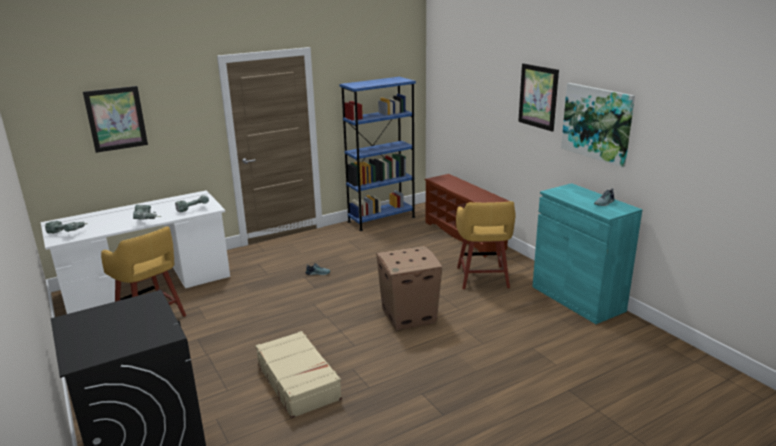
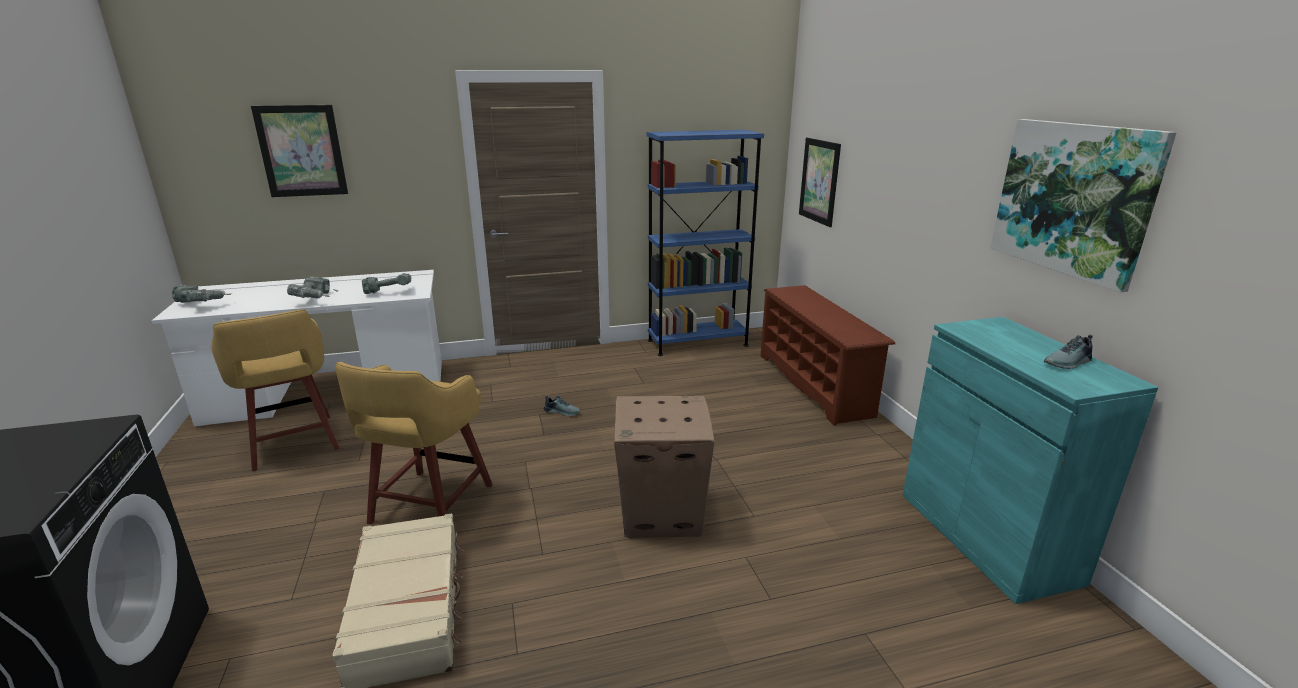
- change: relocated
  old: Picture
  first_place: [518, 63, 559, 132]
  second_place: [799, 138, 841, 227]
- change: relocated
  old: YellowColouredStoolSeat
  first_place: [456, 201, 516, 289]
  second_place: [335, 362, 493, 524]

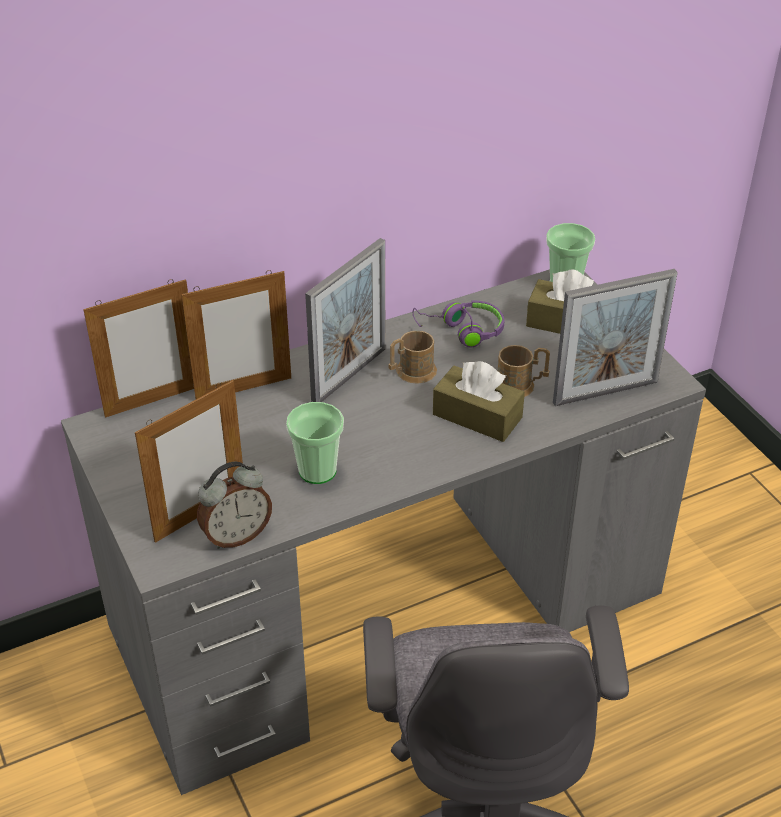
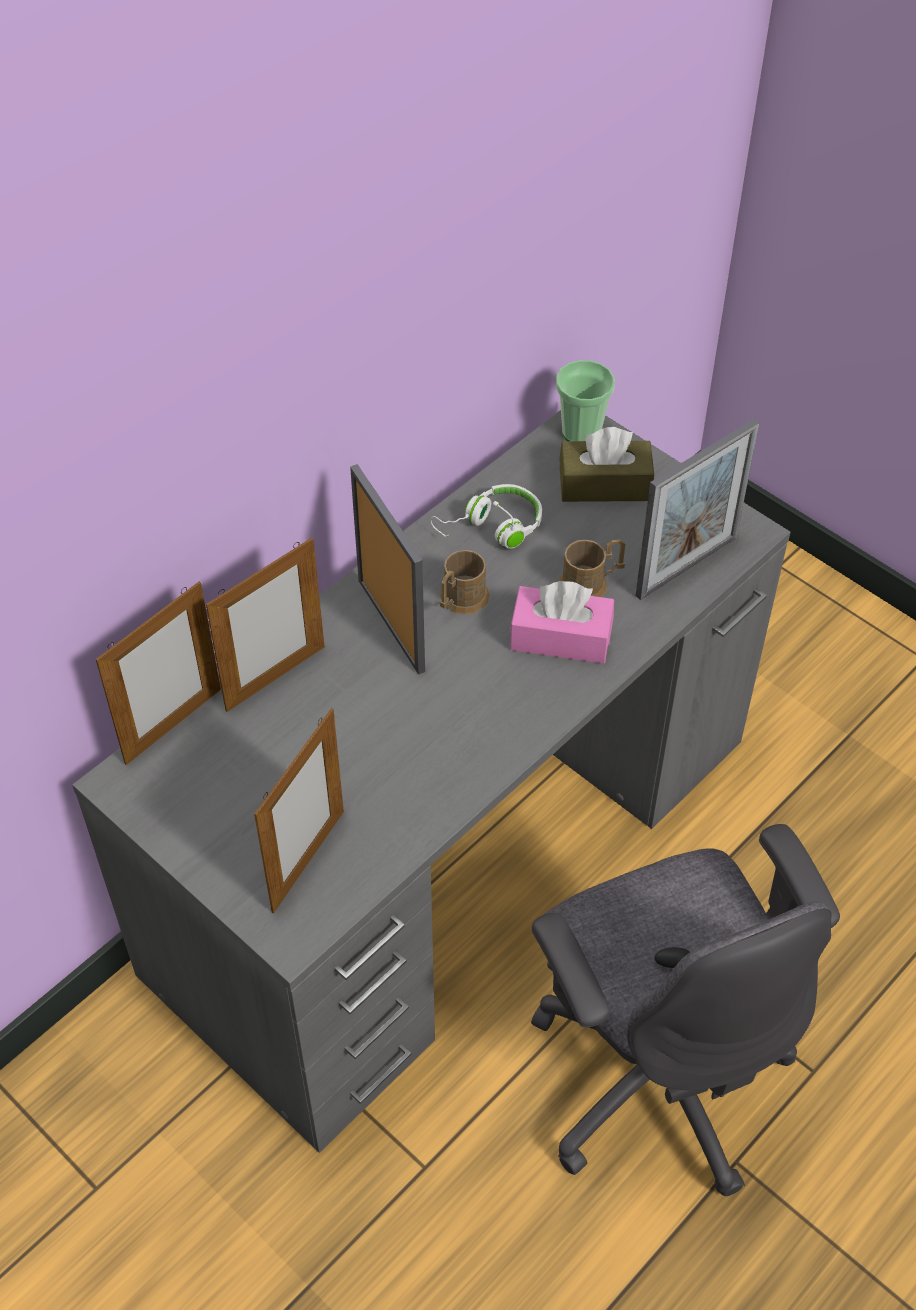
- change: spun
  old: PhotoFrame
  first_place: [305, 238, 386, 402]
  second_place: [350, 464, 425, 675]
  degrees: -45
- change: colour
  old: PurplishHeadphones
  new: WhitishHeadphones
  first_place: [413, 300, 505, 348]
  second_place: [430, 484, 542, 549]
- change: colour
  old: BrownBoxOfTissues
  new: PinkColouredBoxOfTissues
  first_place: [433, 361, 525, 442]
  second_place: [510, 581, 614, 664]
- change: missing
  old: Cup
  first_place: [286, 402, 344, 484]
- change: missing
  old: BedsideClock
  first_place: [197, 462, 272, 549]

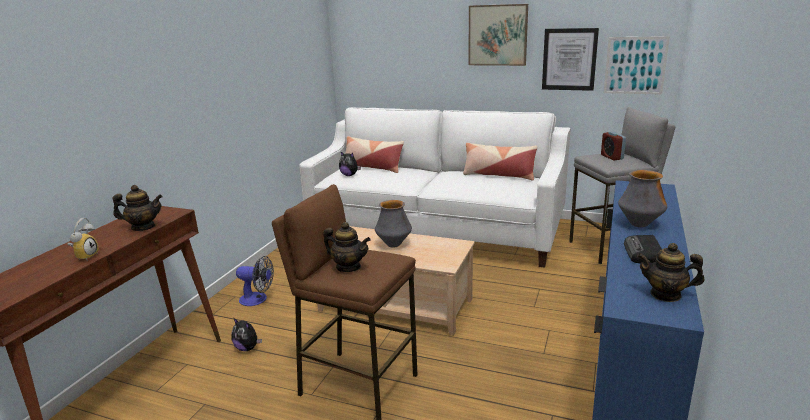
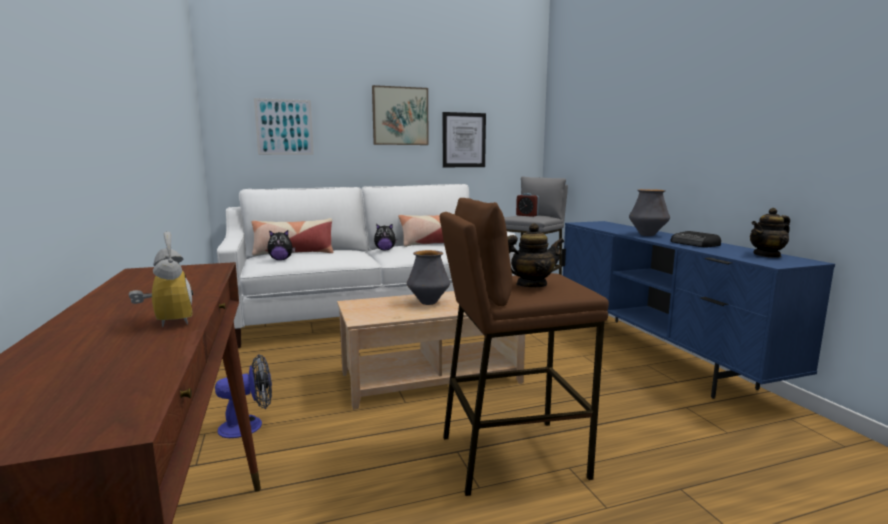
- change: relocated
  old: Picture
  first_place: [604, 36, 670, 95]
  second_place: [254, 98, 314, 155]
- change: missing
  old: TeaPot
  first_place: [112, 185, 163, 231]
- change: relocated
  old: PlushToy
  first_place: [231, 318, 262, 351]
  second_place: [374, 223, 397, 250]

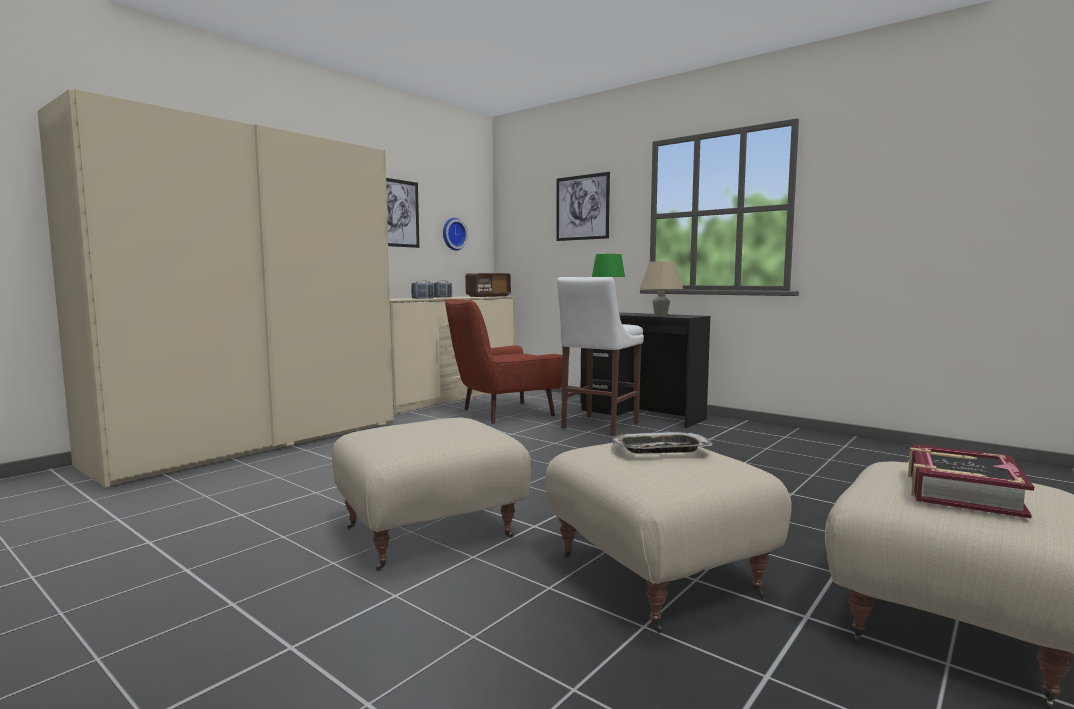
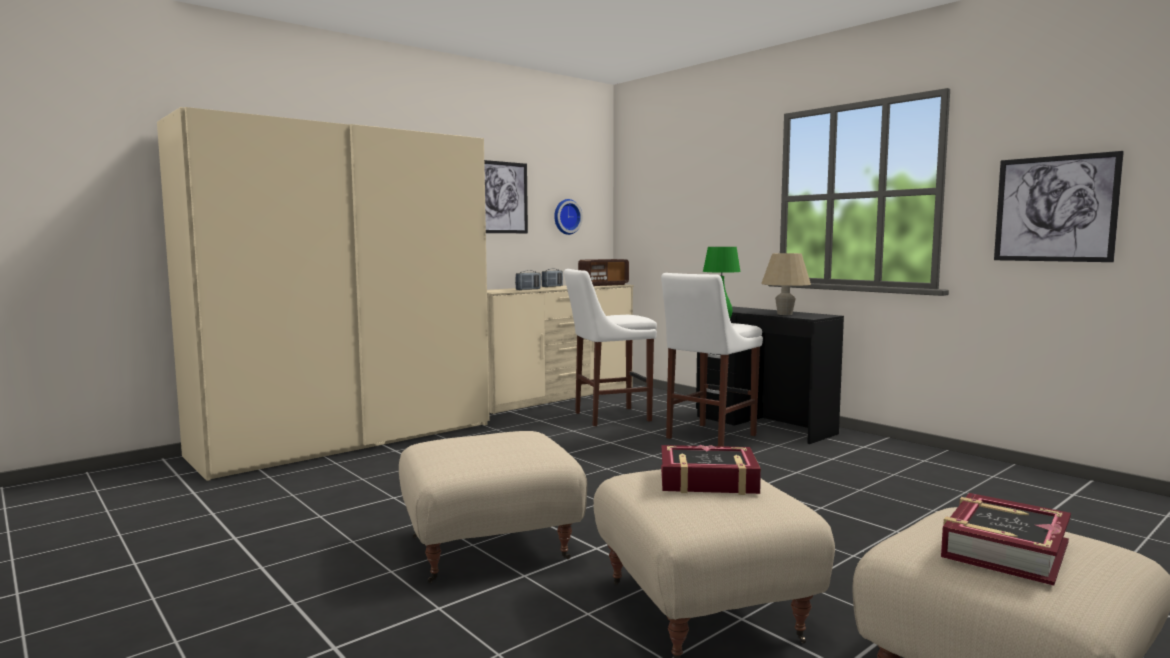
- change: relocated
  old: Picture
  first_place: [556, 172, 610, 241]
  second_place: [994, 151, 1124, 262]
- change: exchanged
  old: ReddishArmchair
  new: WhitishStoolSeat
  first_place: [445, 299, 562, 424]
  second_place: [564, 269, 657, 426]
- change: exchanged
  old: Tray
  new: BoundBook
  first_place: [612, 432, 713, 453]
  second_place: [661, 445, 761, 495]

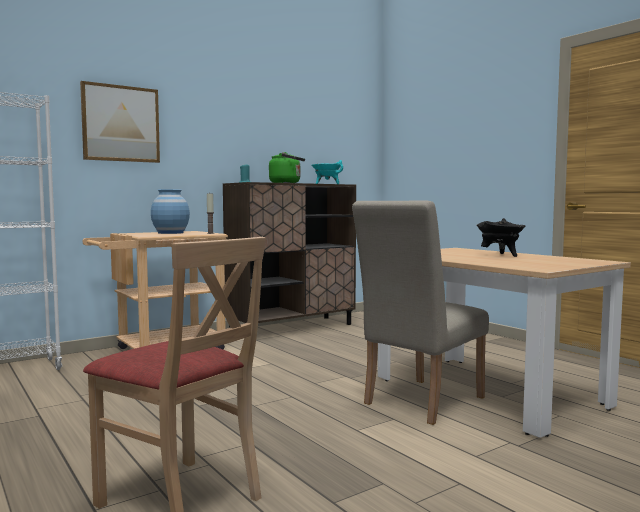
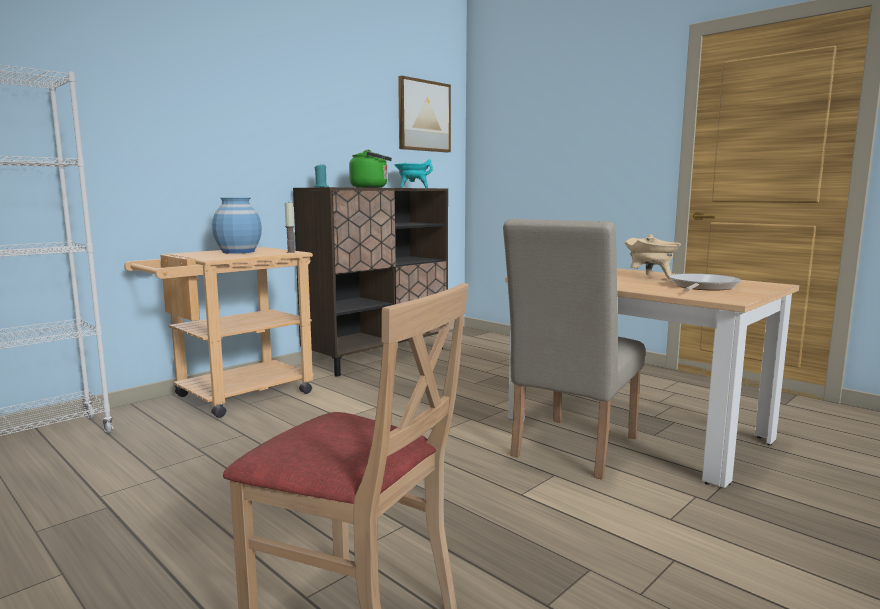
- change: relocated
  old: Picture
  first_place: [80, 81, 160, 163]
  second_place: [398, 76, 451, 152]
- change: colour
  old: BlackCookingPot
  new: BeigeColouredCookingPot
  first_place: [476, 218, 525, 257]
  second_place: [624, 234, 681, 279]
- change: appeared
  new: FryingPan
  second_place: [669, 273, 741, 291]

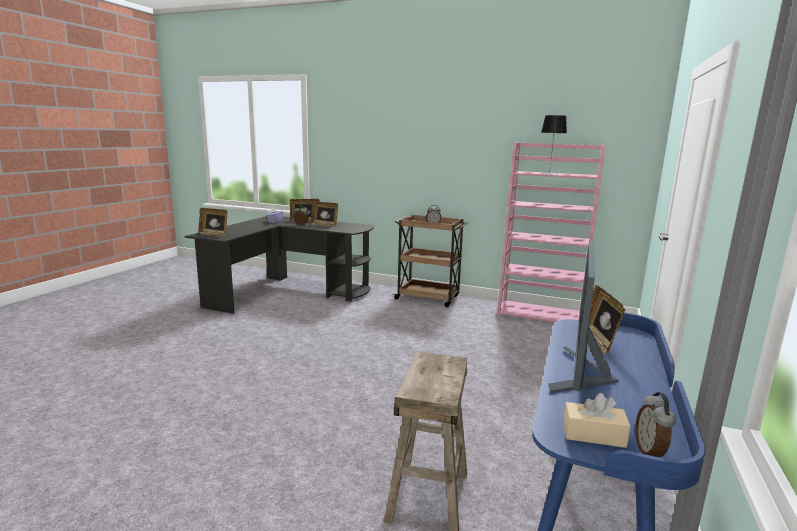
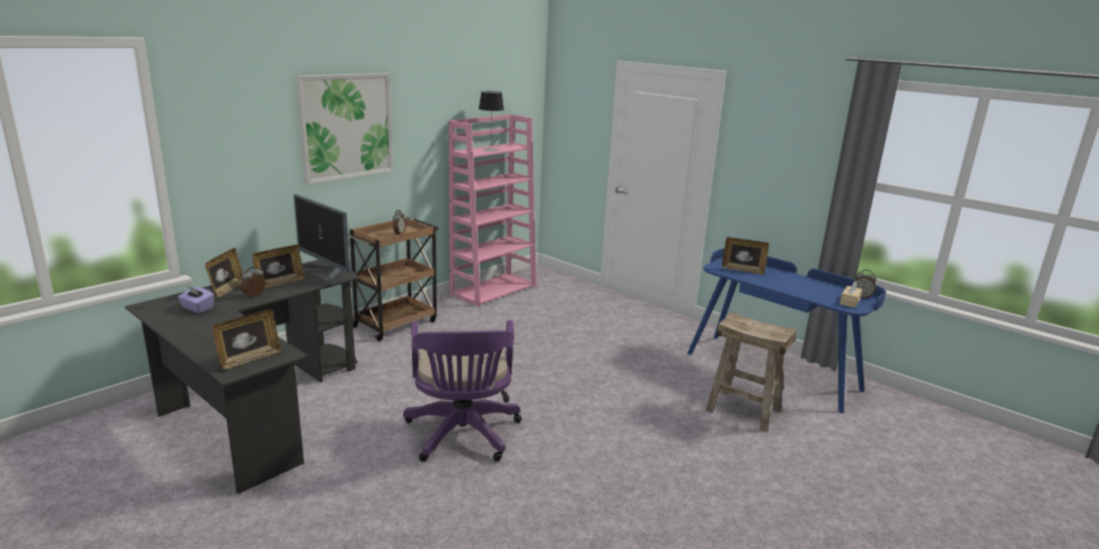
- change: relocated
  old: ComputerDisplay
  first_place: [548, 240, 618, 393]
  second_place: [294, 194, 350, 283]
- change: appeared
  new: Picture
  second_place: [296, 73, 394, 185]
- change: appeared
  new: PurplishComputerChair
  second_place: [403, 320, 522, 462]

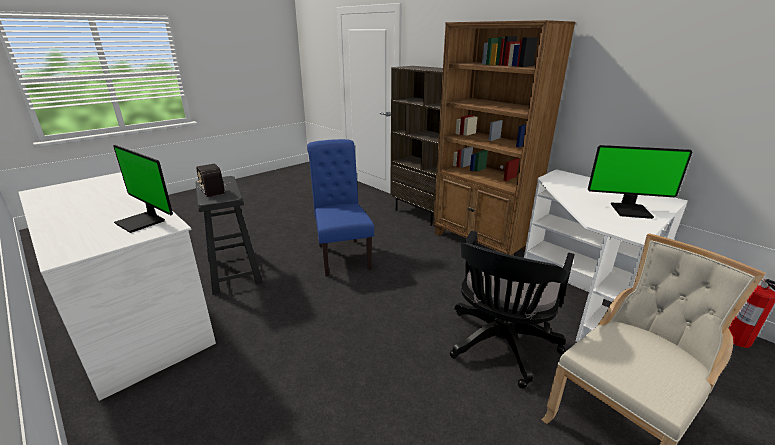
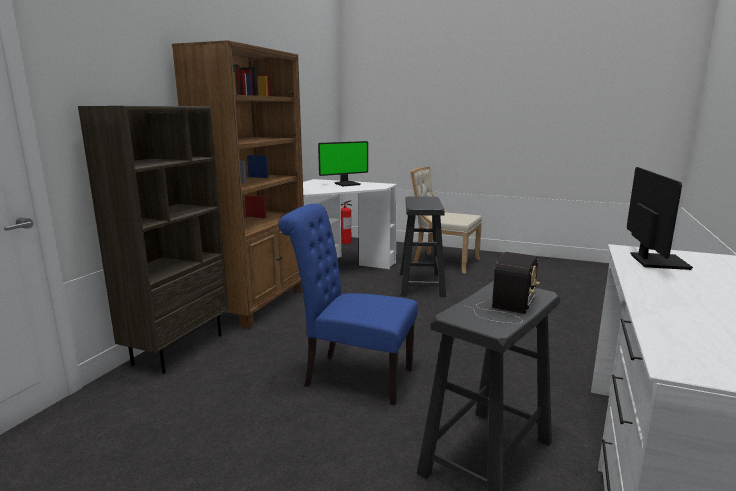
- change: spun
  old: BlueColouredChair
  first_place: [307, 139, 374, 277]
  second_place: [278, 204, 418, 405]
  degrees: 60
- change: spun
  old: ComputerDisplay
  first_place: [588, 145, 692, 219]
  second_place: [318, 141, 368, 186]
  degrees: 75
- change: exchanged
  old: BlackComputerChair
  new: BlackStoolSeat
  first_place: [450, 231, 575, 389]
  second_place: [400, 196, 446, 297]

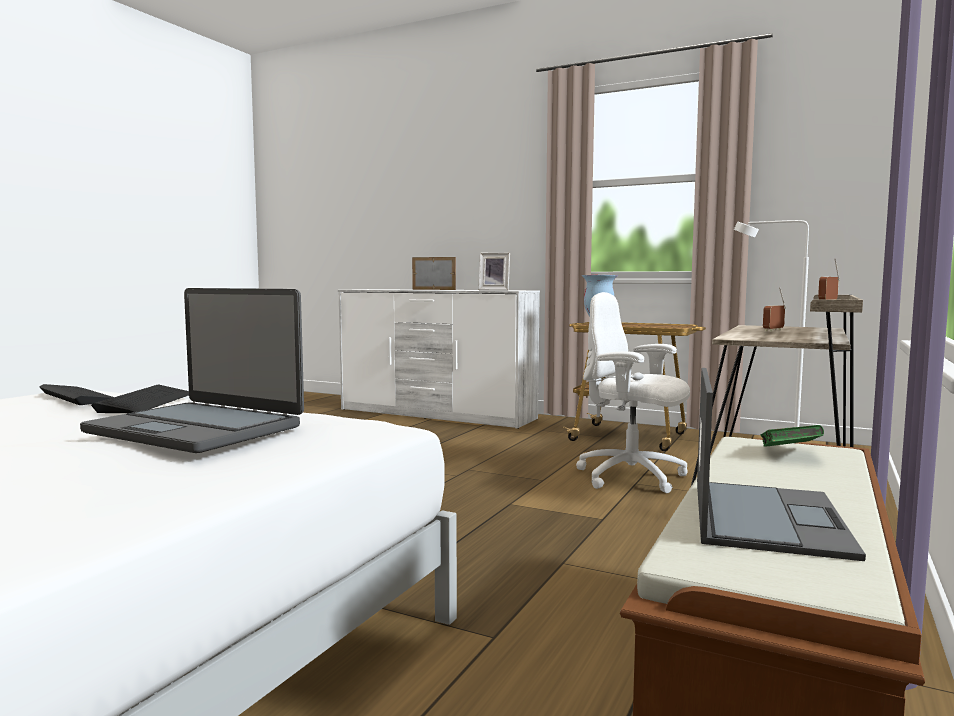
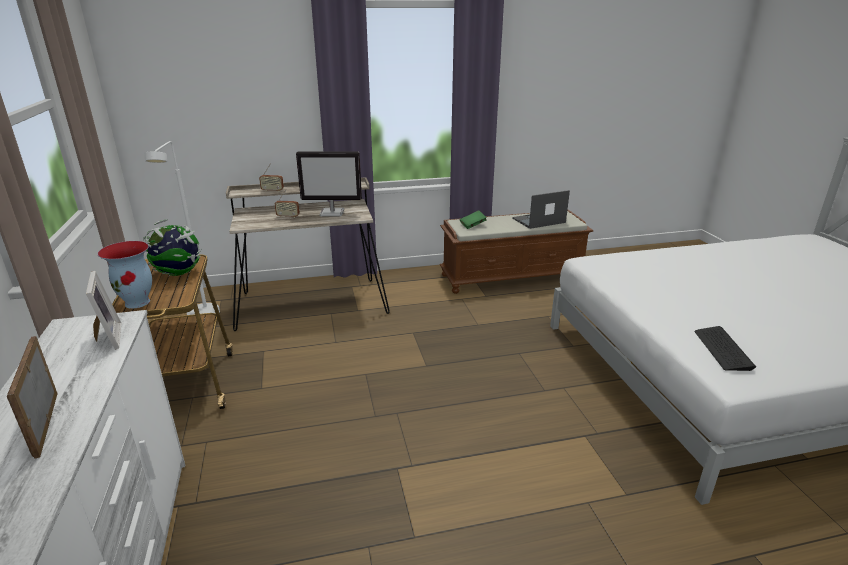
- change: missing
  old: Laptop
  first_place: [80, 288, 304, 453]
- change: missing
  old: WhitishComputerChair
  first_place: [576, 292, 690, 493]
- change: missing
  old: ComputerKeyboard
  first_place: [91, 385, 189, 413]
- change: appeared
  new: ComputerDisplay
  second_place: [296, 151, 362, 217]
- change: appeared
  new: DeskGlobe
  second_place: [143, 219, 202, 276]

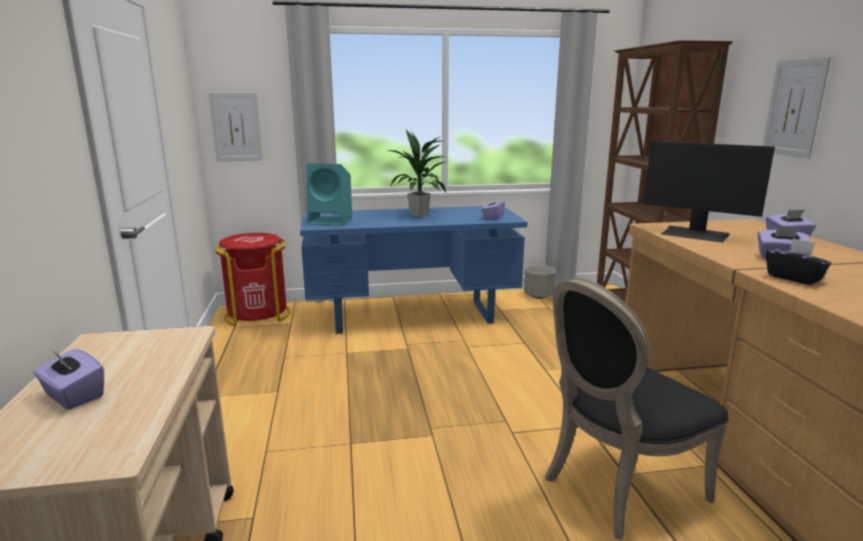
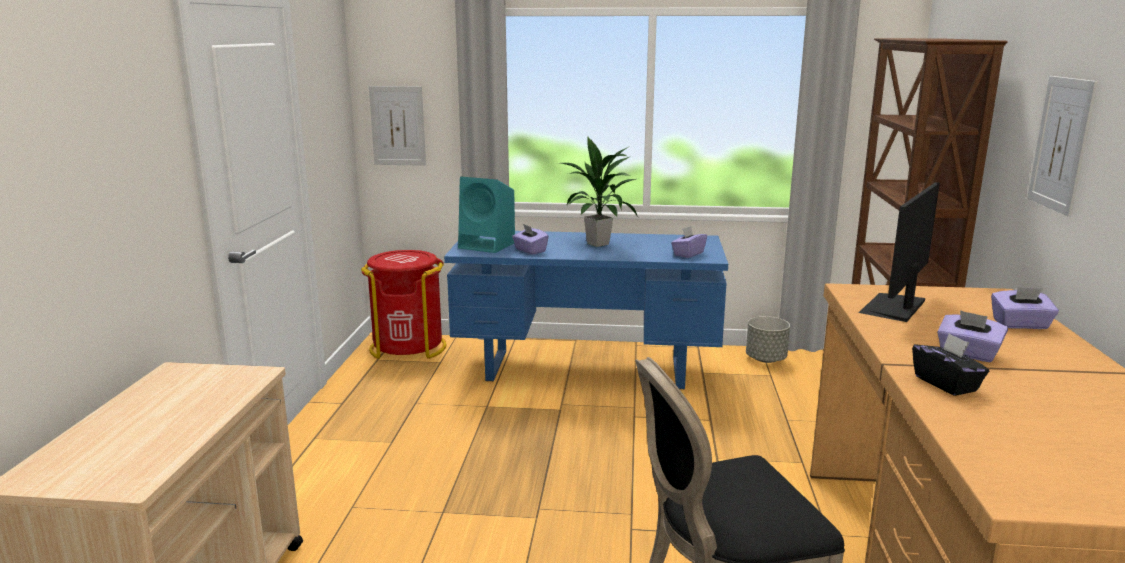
- change: spun
  old: ComputerDisplay
  first_place: [644, 141, 775, 243]
  second_place: [858, 182, 940, 322]
  degrees: 75
- change: relocated
  old: PurplishBoxOfTissues
  first_place: [33, 349, 104, 410]
  second_place: [512, 224, 549, 255]

